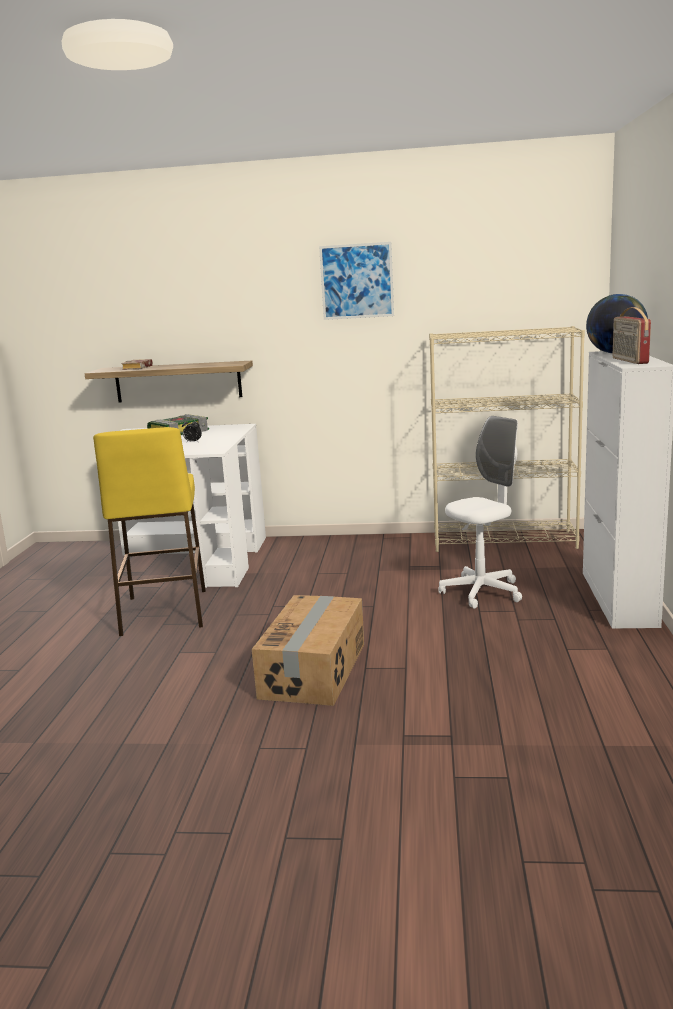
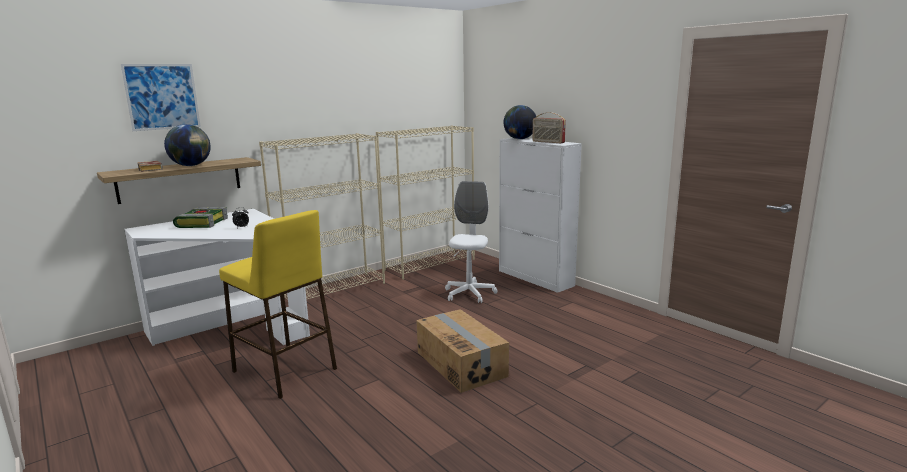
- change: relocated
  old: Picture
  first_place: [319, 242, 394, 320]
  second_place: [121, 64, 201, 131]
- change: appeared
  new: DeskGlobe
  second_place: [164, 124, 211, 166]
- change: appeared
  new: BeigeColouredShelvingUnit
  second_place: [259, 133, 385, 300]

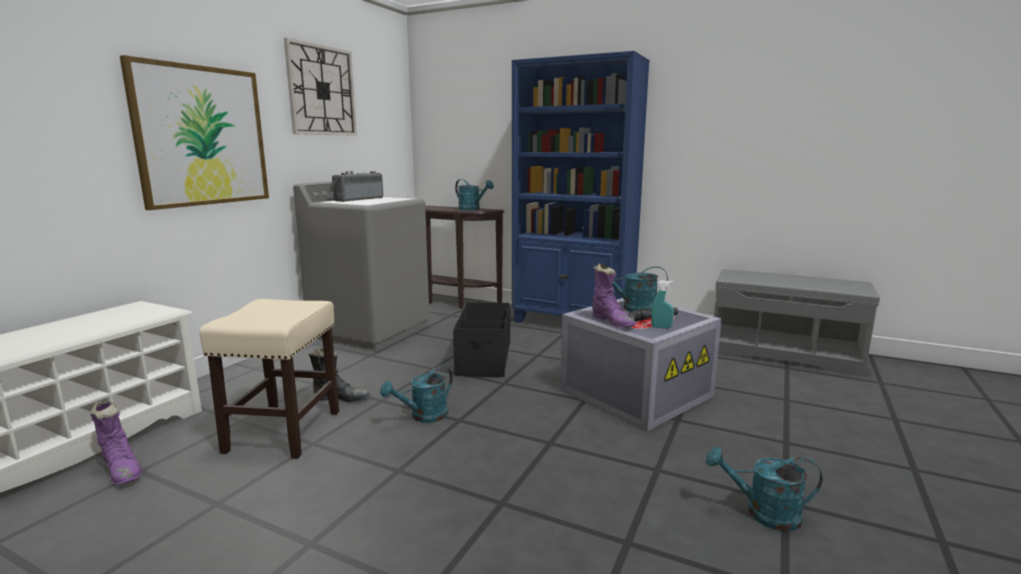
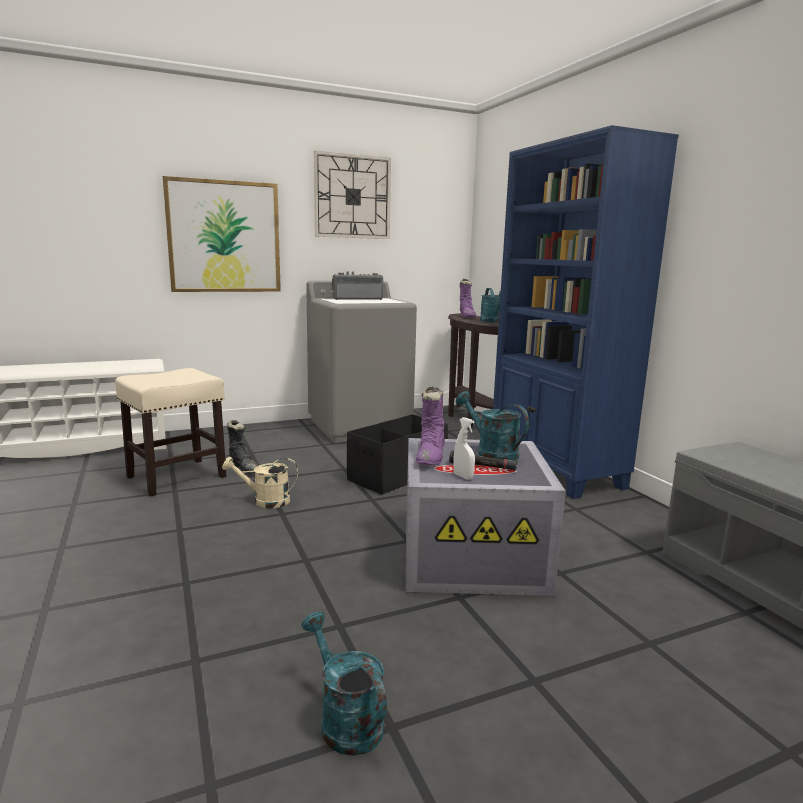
- change: colour
  old: TurquoiseColouredSprayBottle
  new: WhitishSprayBottle
  first_place: [651, 281, 674, 328]
  second_place: [453, 417, 475, 480]
- change: colour
  old: TurquoiseColouredSprinklingCan
  new: BeigeColouredSprinklingCan
  first_place: [380, 365, 453, 423]
  second_place: [222, 456, 298, 508]
- change: relocated
  old: PurplishBoot
  first_place: [90, 402, 142, 485]
  second_place: [460, 279, 476, 318]

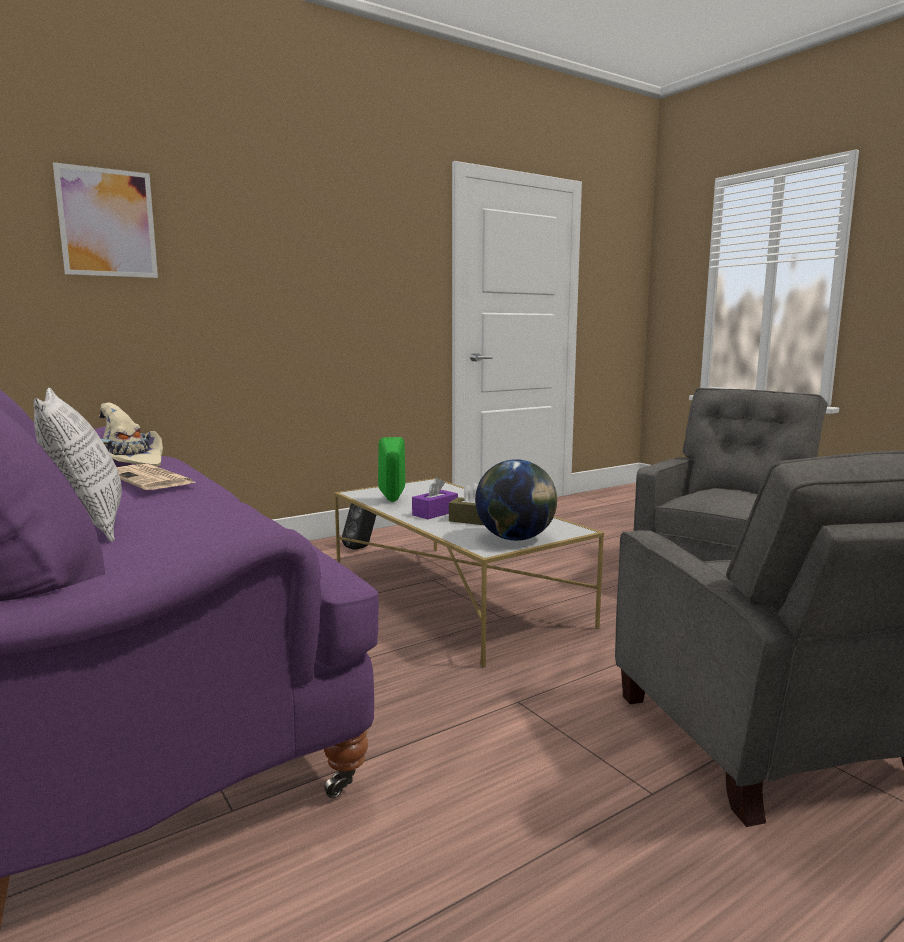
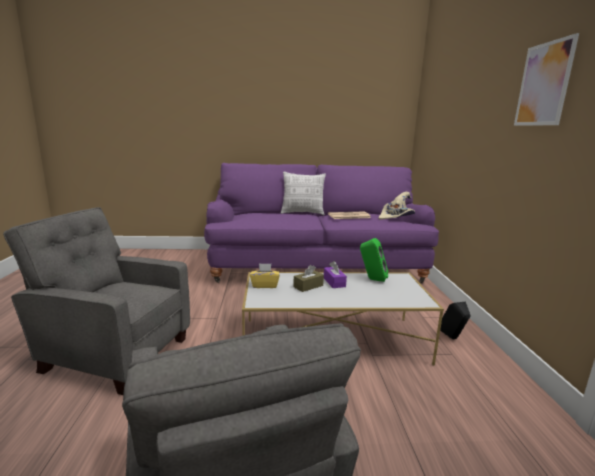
- change: relocated
  old: Picture
  first_place: [53, 162, 158, 278]
  second_place: [514, 33, 579, 126]
- change: exchanged
  old: DeskGlobe
  new: YellowColouredBoxOfTissues
  first_place: [475, 459, 557, 541]
  second_place: [250, 263, 280, 288]

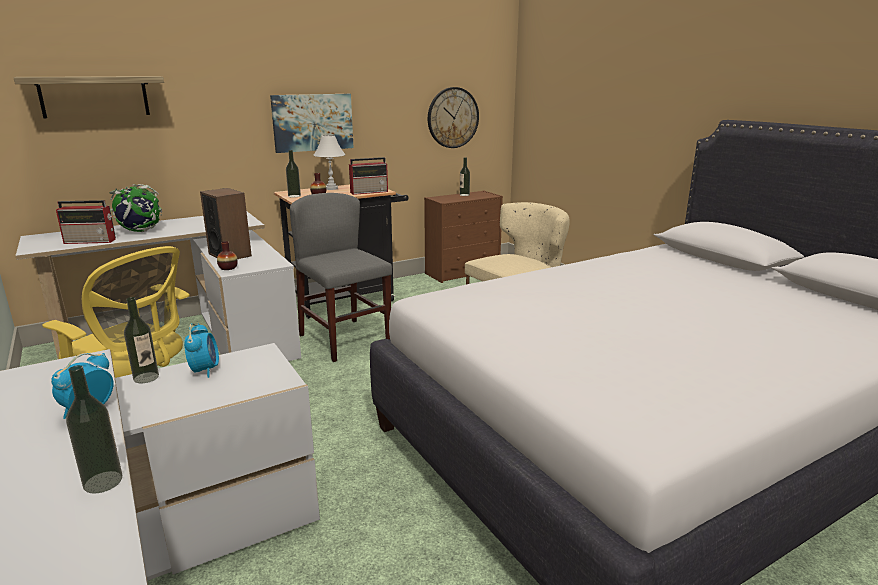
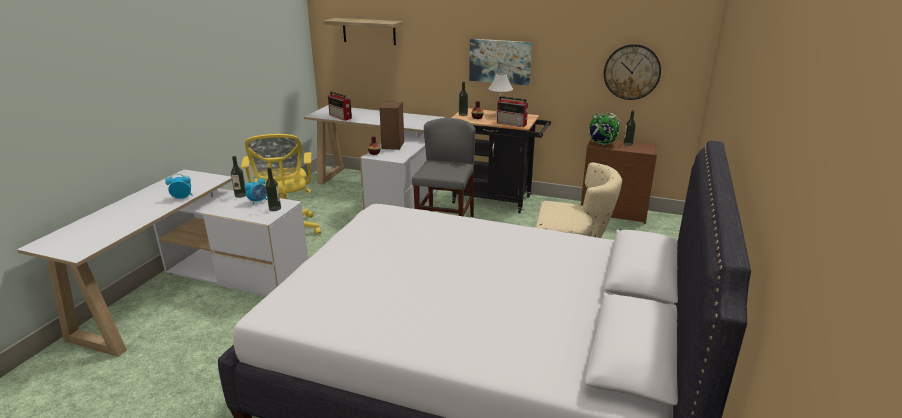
- change: relocated
  old: DeskGlobe
  first_place: [110, 184, 162, 232]
  second_place: [588, 113, 621, 145]
- change: relocated
  old: DrinkBottle
  first_place: [66, 365, 122, 494]
  second_place: [265, 168, 281, 211]

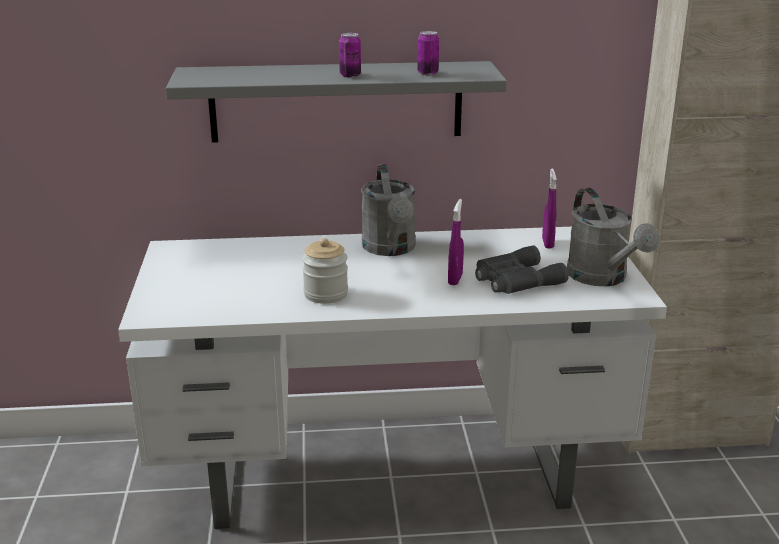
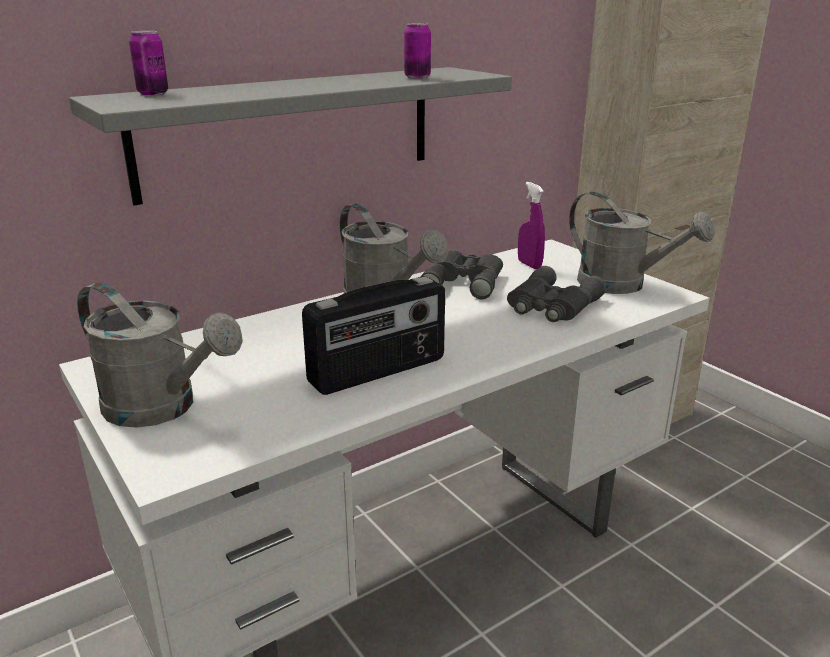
- change: relocated
  old: SealedCan
  first_place: [339, 33, 361, 77]
  second_place: [129, 31, 168, 95]
- change: missing
  old: PurplishSprayBottle
  first_place: [448, 199, 464, 285]
- change: exchanged
  old: Jar
  new: Radio
  first_place: [302, 238, 348, 304]
  second_place: [302, 276, 445, 395]
- change: appeared
  new: GreyishFieldGlasses
  second_place: [421, 250, 503, 299]
- change: appeared
  new: GreyishSprinklingCan
  second_place: [77, 283, 243, 428]

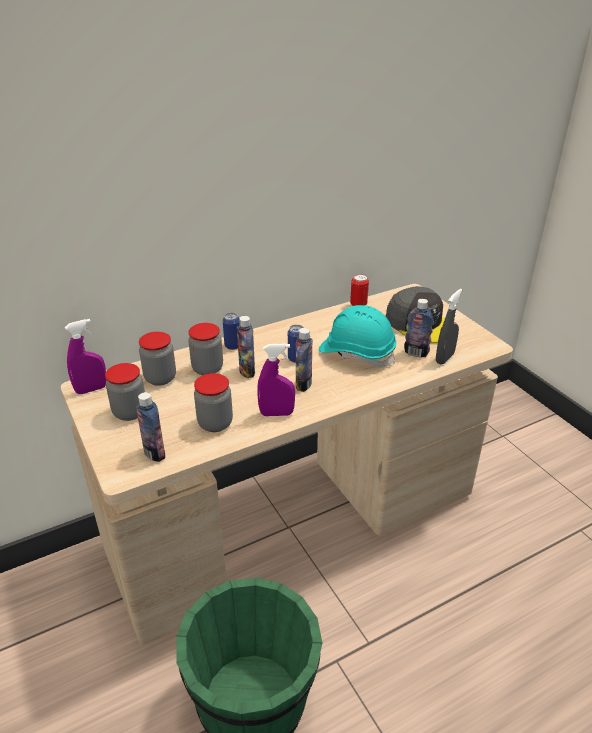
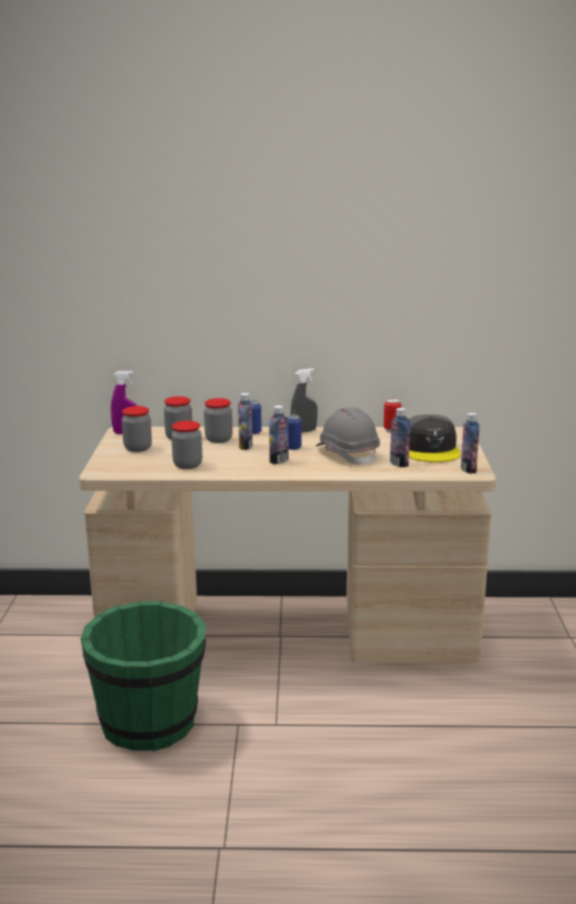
- change: relocated
  old: GreyishSprayBottle
  first_place: [436, 289, 462, 364]
  second_place: [291, 368, 318, 433]
- change: colour
  old: TurquoiseColouredWorkHelmet
  new: GreyishWorkHelmet
  first_place: [318, 305, 396, 367]
  second_place: [315, 407, 380, 466]
- change: missing
  old: PurplishSprayBottle
  first_place: [257, 343, 295, 416]
- change: relocated
  old: DrinkBottle
  first_place: [136, 392, 165, 462]
  second_place: [461, 413, 480, 474]

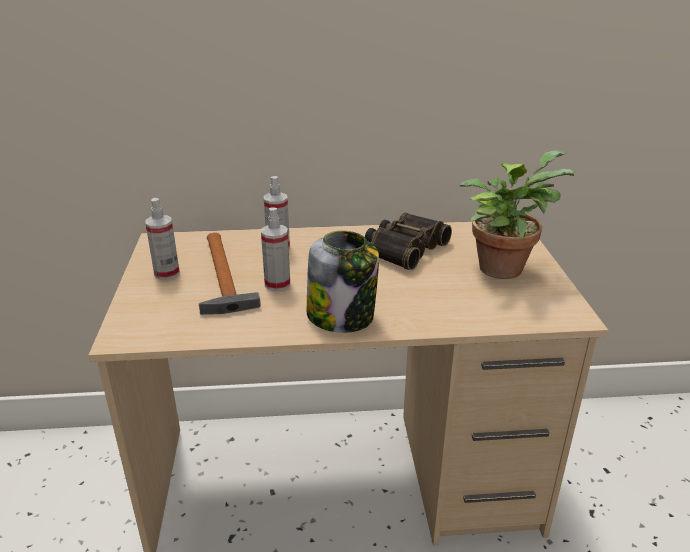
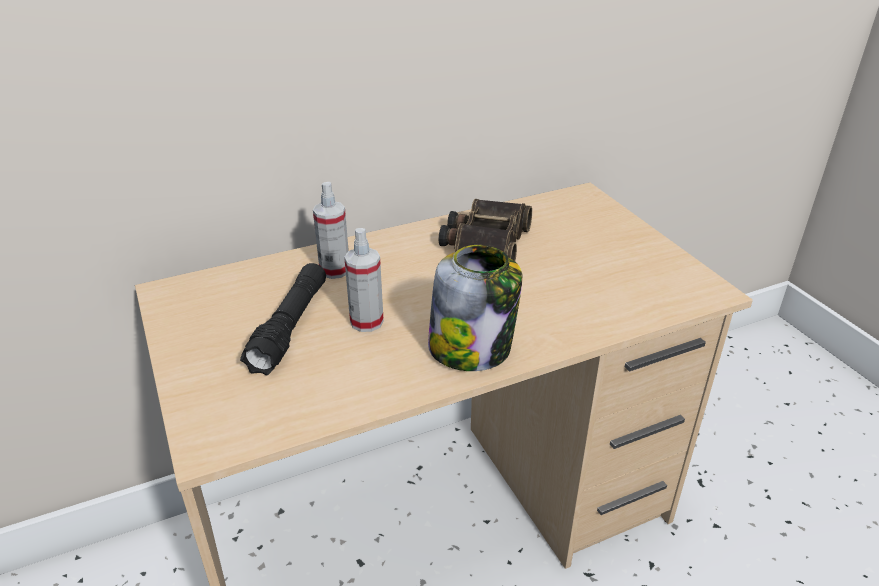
- change: missing
  old: Houseplant
  first_place: [460, 150, 574, 279]
- change: missing
  old: SprayBottle
  first_place: [145, 198, 180, 280]
- change: exchanged
  old: HandHammer
  new: BlackFlashlight
  first_place: [199, 233, 261, 315]
  second_place: [240, 263, 326, 376]

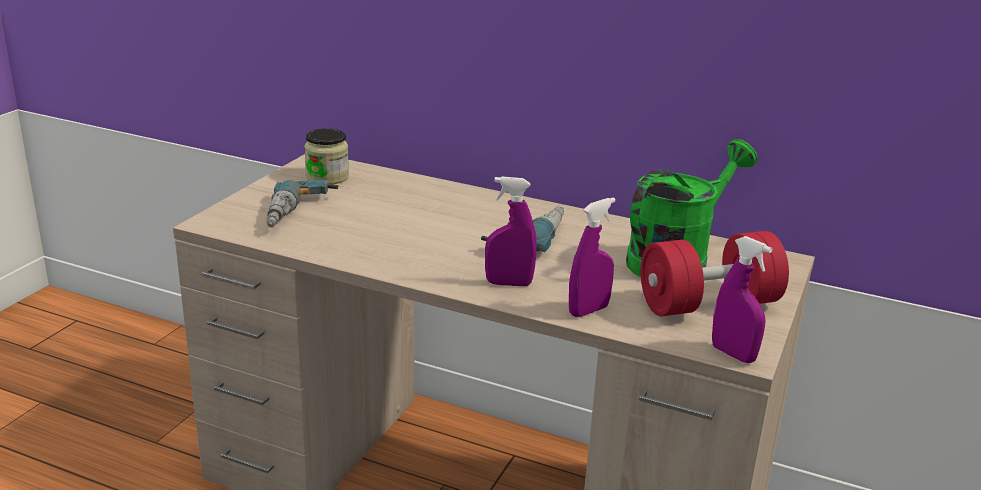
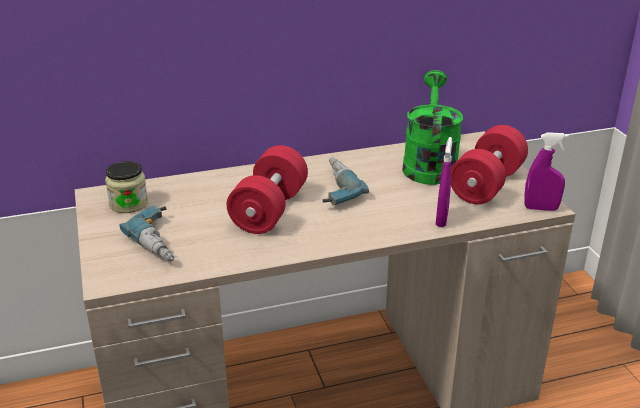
- change: missing
  old: PurplishSprayBottle
  first_place: [485, 176, 537, 286]
- change: appeared
  new: ReddishDumbbell
  second_place: [227, 145, 308, 234]

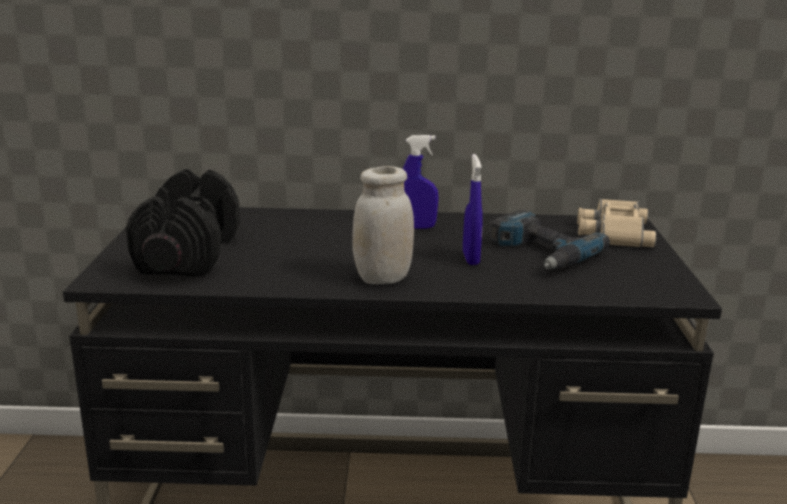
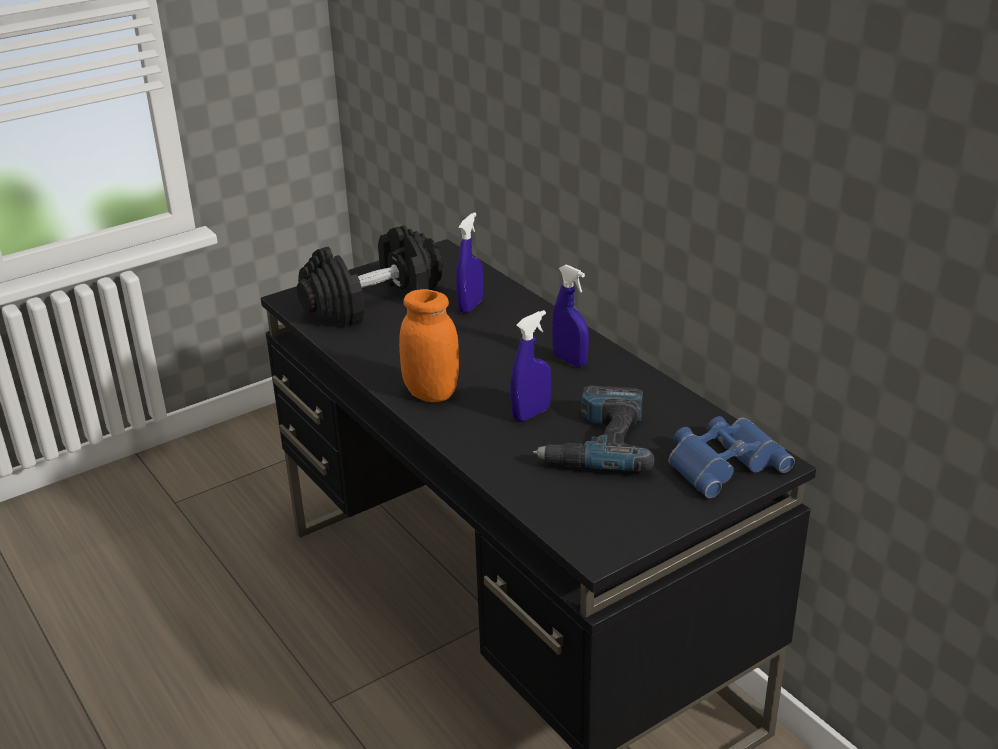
- change: colour
  old: WhitishJar
  new: OrangeJar
  first_place: [352, 166, 414, 284]
  second_place: [399, 289, 459, 402]
- change: colour
  old: BeigeColouredFieldGlasses
  new: BlueColouredFieldGlasses
  first_place: [577, 199, 656, 247]
  second_place: [668, 416, 795, 498]
- change: appeared
  new: BlueColouredSprayBottle
  second_place: [456, 212, 483, 313]

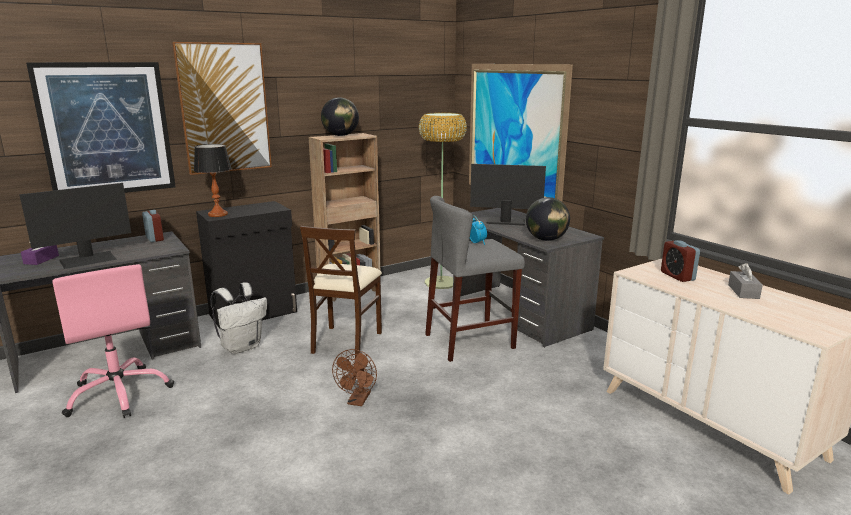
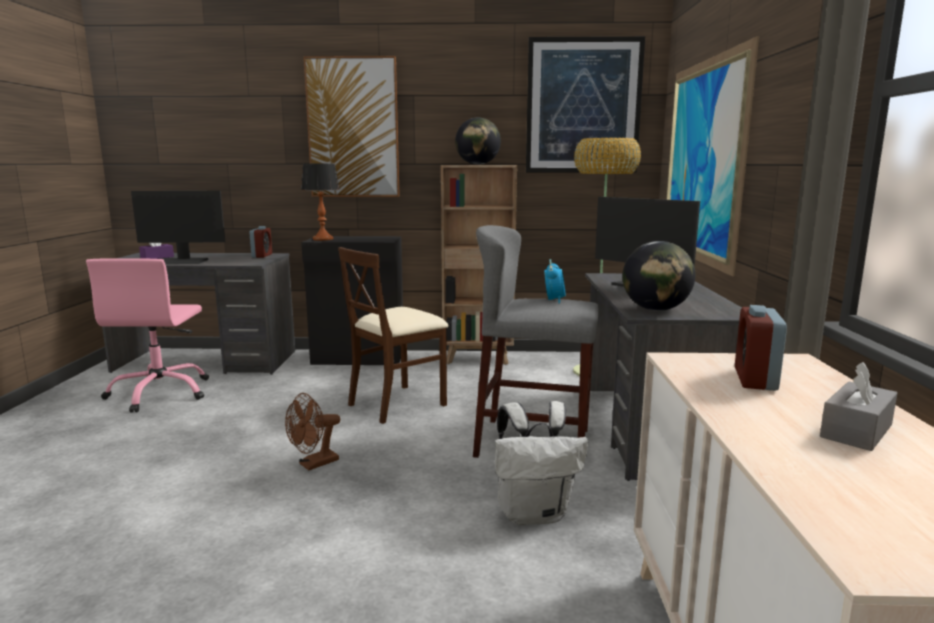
- change: relocated
  old: Picture
  first_place: [26, 62, 176, 193]
  second_place: [526, 36, 645, 172]
- change: relocated
  old: WhitishKnapsack
  first_place: [210, 282, 267, 354]
  second_place: [495, 401, 588, 525]

